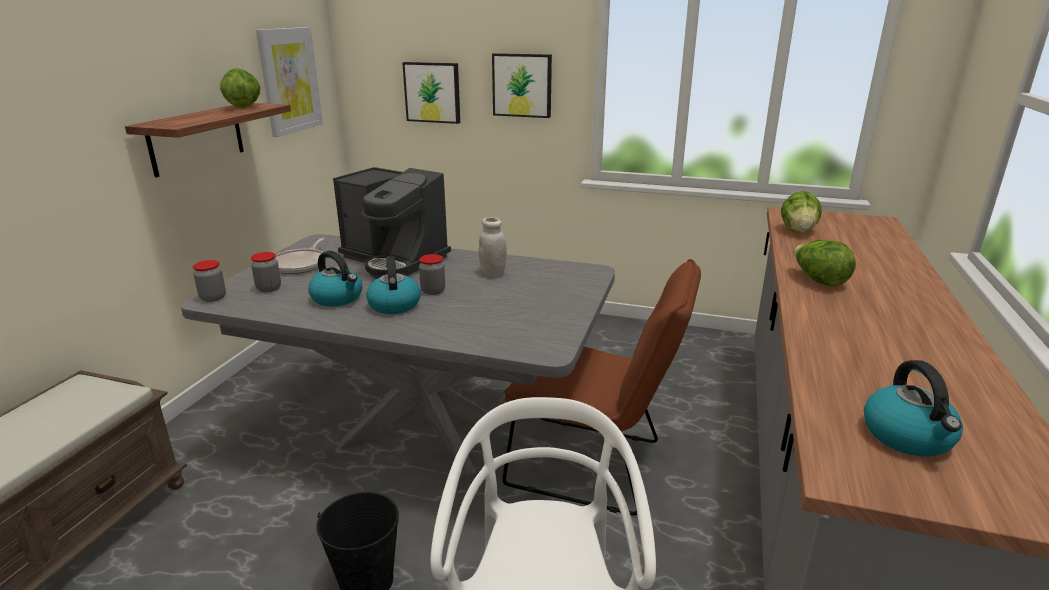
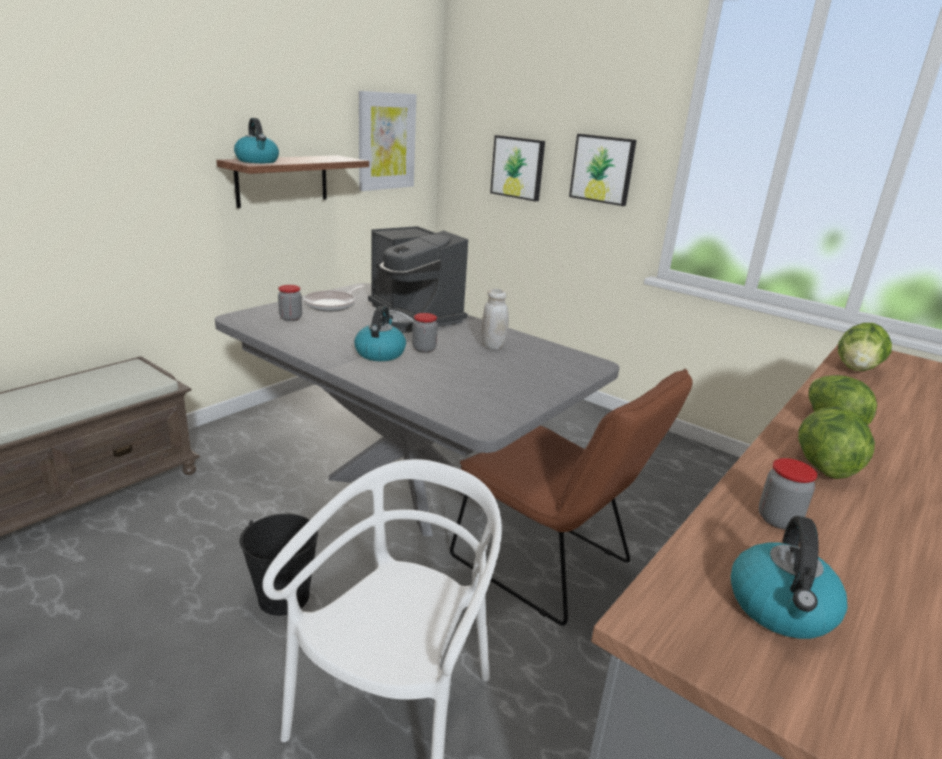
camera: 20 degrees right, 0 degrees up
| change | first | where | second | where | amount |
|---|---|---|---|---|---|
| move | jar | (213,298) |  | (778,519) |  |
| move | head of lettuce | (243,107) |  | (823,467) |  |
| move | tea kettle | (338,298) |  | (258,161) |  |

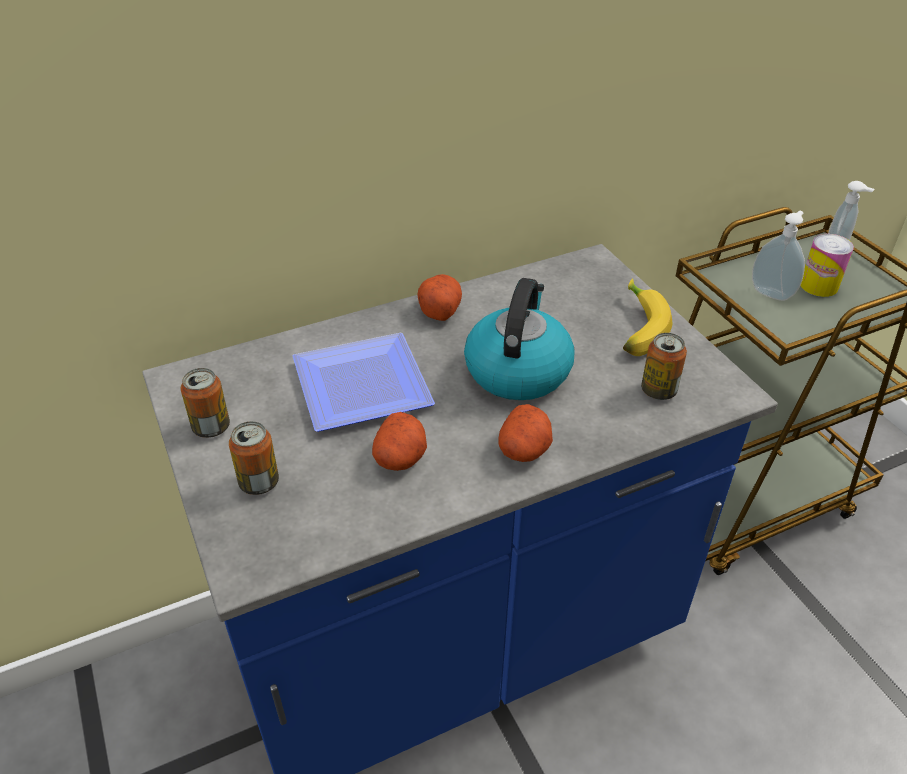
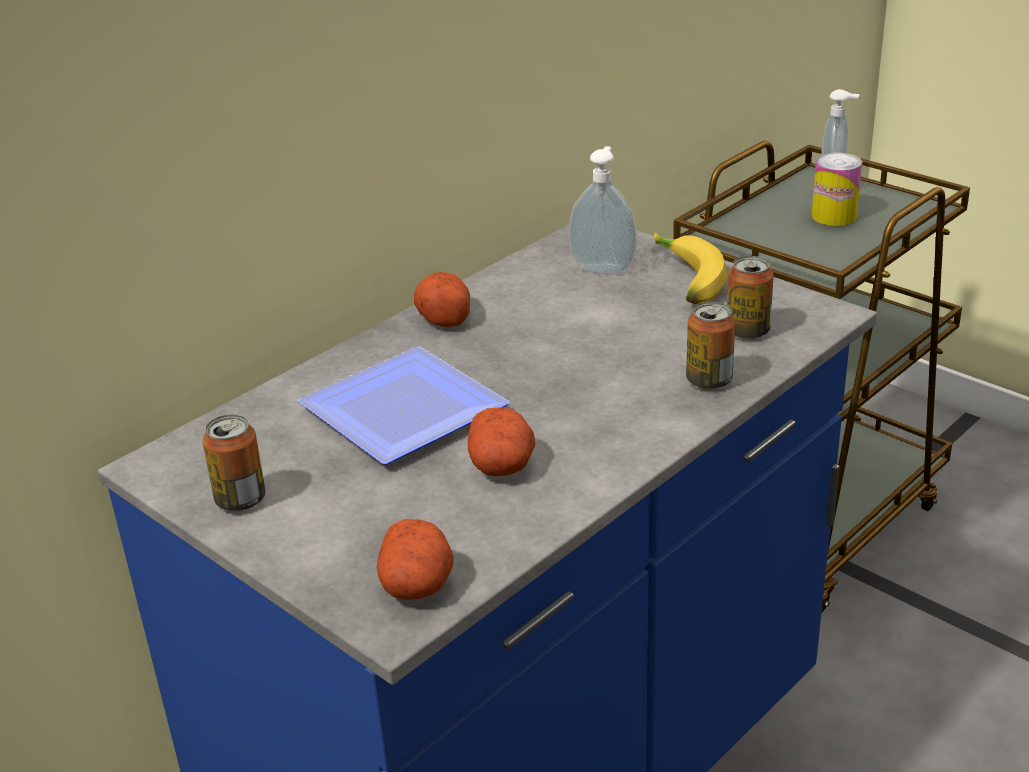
camera: 20 degrees left, 10 degrees down
| change | first | where | second | where | amount |
|---|---|---|---|---|---|
| move | sealed can | (259,482) |  | (709,380) |  |
| delete | tea kettle | (517,370) |  |  |  |
| move | whole potato | (524,449) |  | (417,584) |  |
| move | liquid soap bottle | (771,293) |  | (603,268) |  |

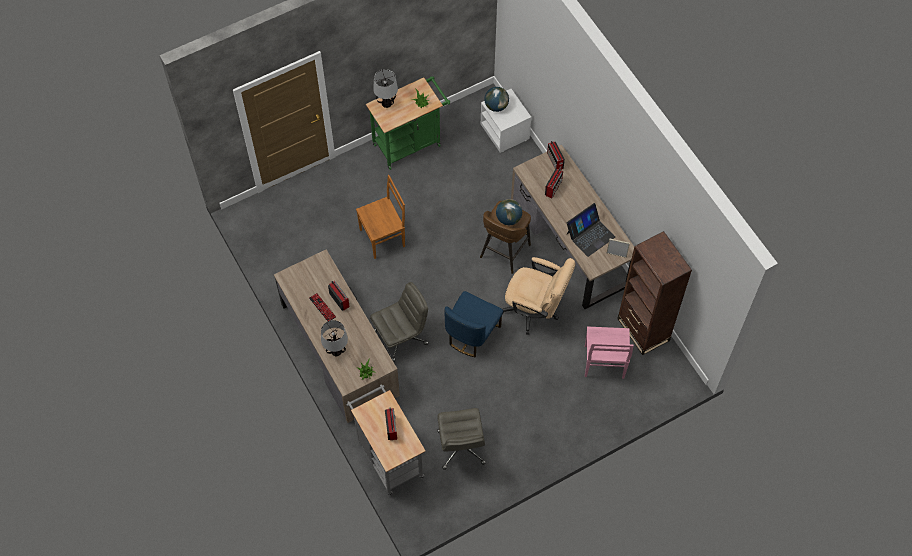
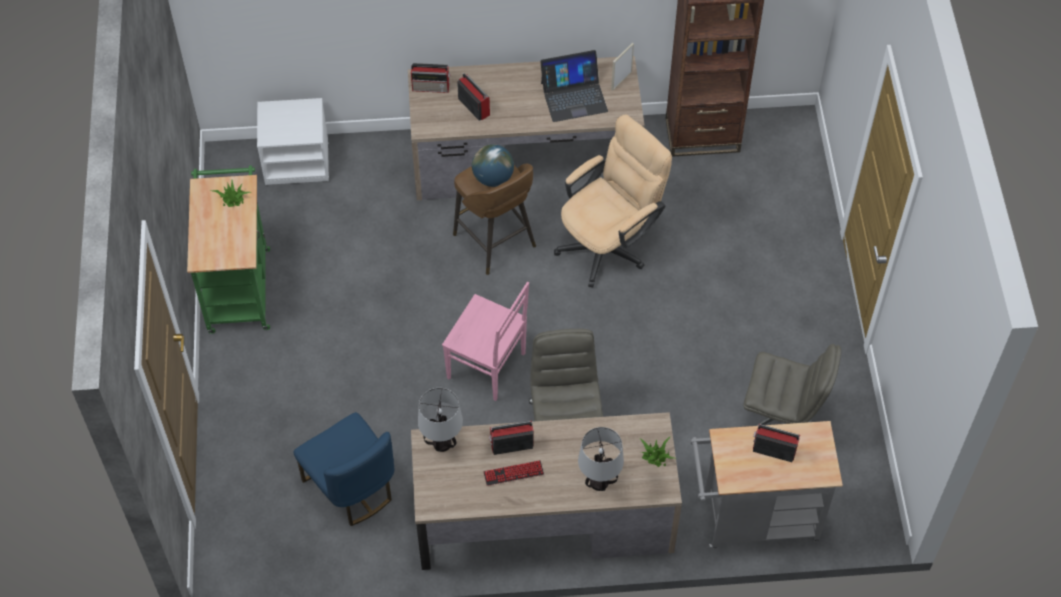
camera: 65 degrees left, 5 degrees down
| change | first | where | second | where | amount |
|---|---|---|---|---|---|
| delete | brown-coloured upright chair | (383,237) |  |  |  |
| move | tabletop lamp | (386,103) |  | (441,443) |  |
| move | blue-coloured upright chair | (472,334) |  | (351,487) |  |
| delete | world globe | (496,106) |  |  |  |
| rotate | notebook computer | (590,235) |  | (574,96) | 90 degrees clockwise |
| move | pink upright chair | (604,363) |  | (488,367) |  |

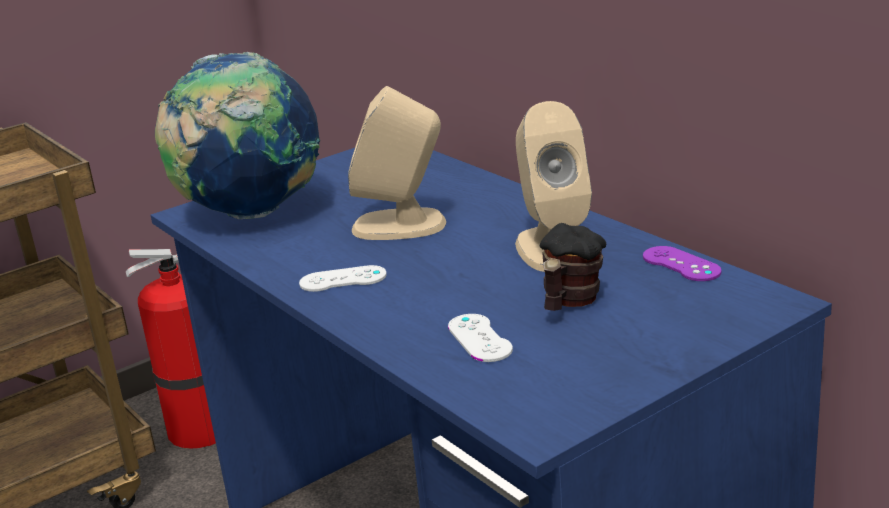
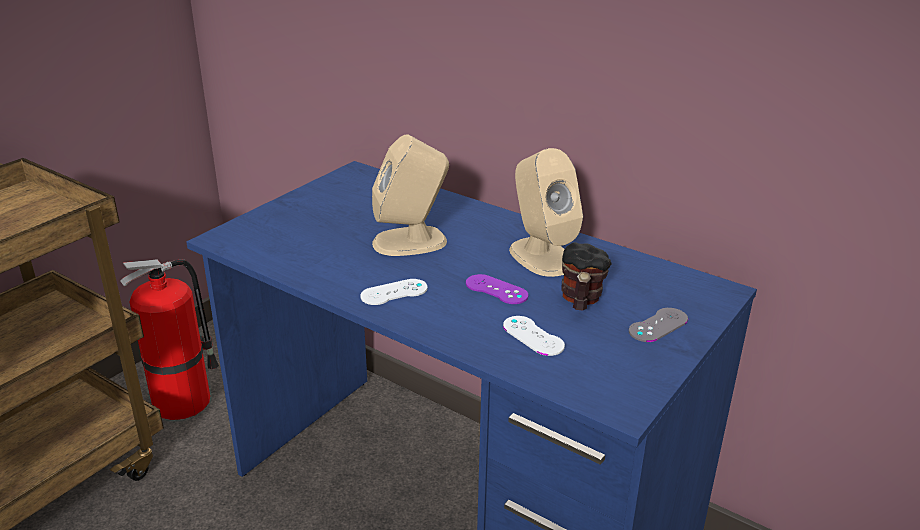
camera: 20 degrees left, 5 degrees up
| change | first | where | second | where | amount |
|---|---|---|---|---|---|
| delete | world globe | (250,214) |  |  |  |
| move | purple joypad | (681,264) |  | (496,290) |  |
| insert |  |  | gray joypad | (658,325) |  |

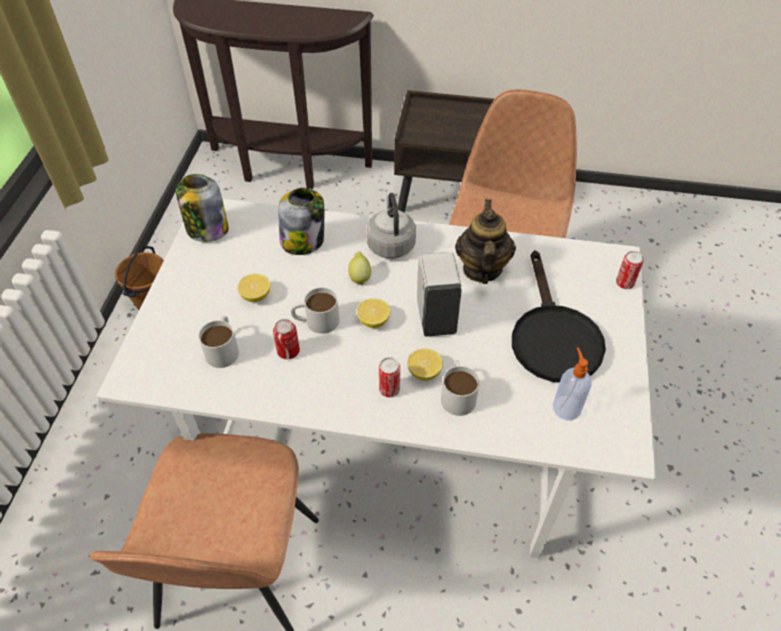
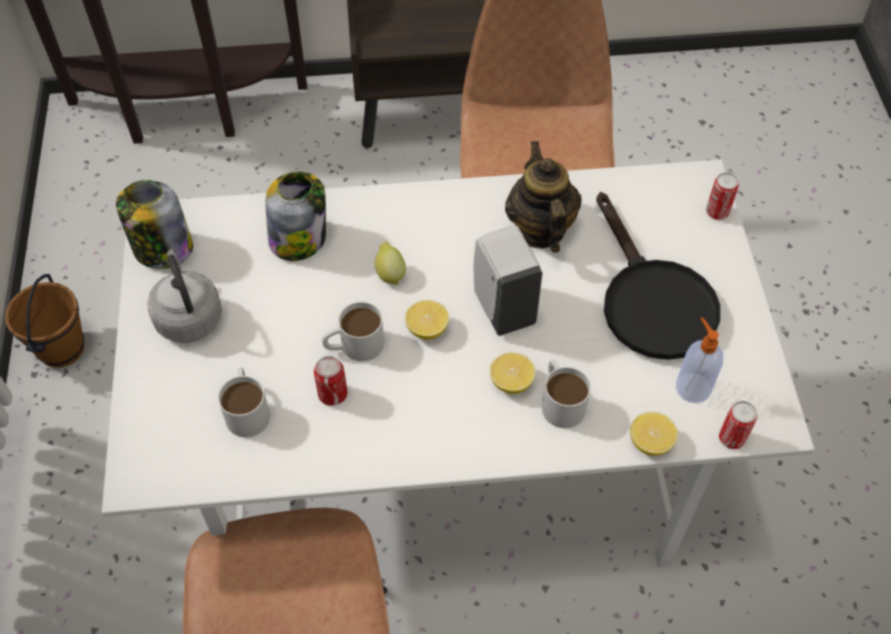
camera: 15 degrees left, 5 degrees up
| change | first | where | second | where | amount |
|---|---|---|---|---|---|
| move | whole lemon | (256,296) |  | (650,442) |  |
| move | gray tea kettle | (390,243) |  | (188,316) |  |
| move | sealed can | (389,389) |  | (731,438) |  |

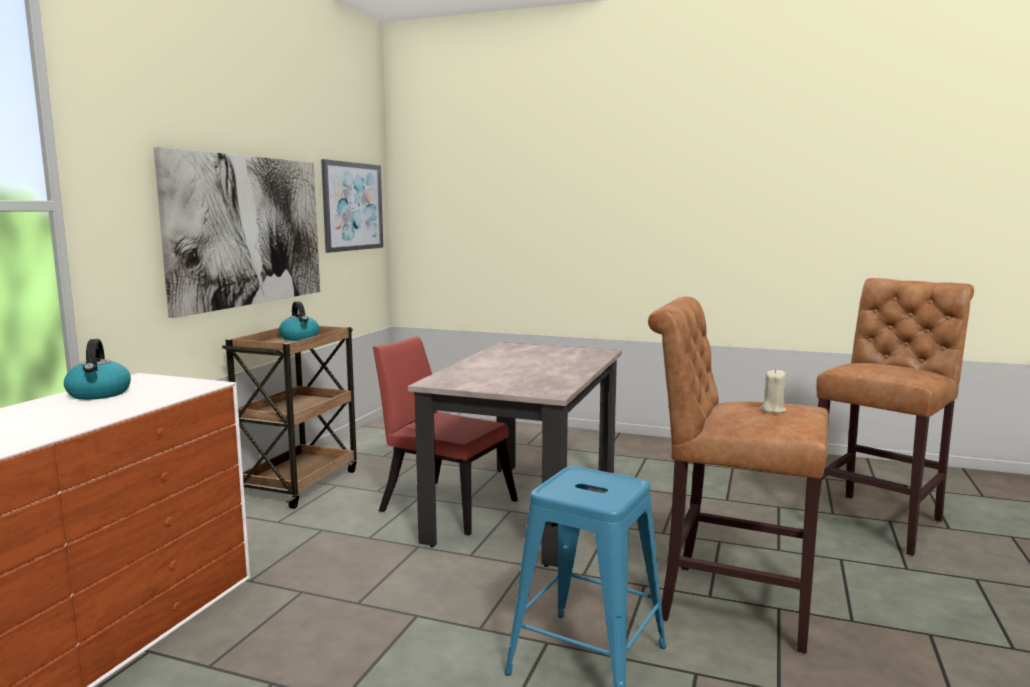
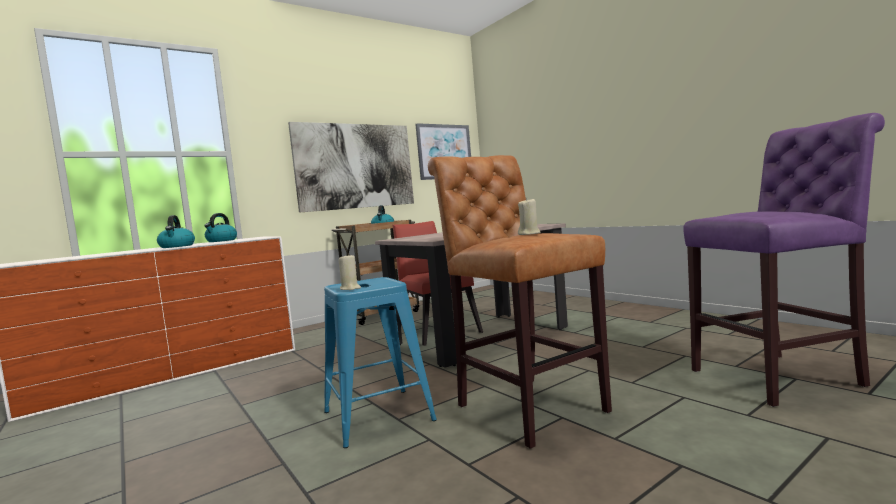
camera: 35 degrees right, 5 degrees down
| change | first | where | second | where | amount |
|---|---|---|---|---|---|
| recolor | brown-coloured stool | (879,521) | purple stool | (782,377) |  |
| insert |  |  | tea kettle | (177,246) |  |
| insert |  |  | beige-coloured candle | (350,288) |  |

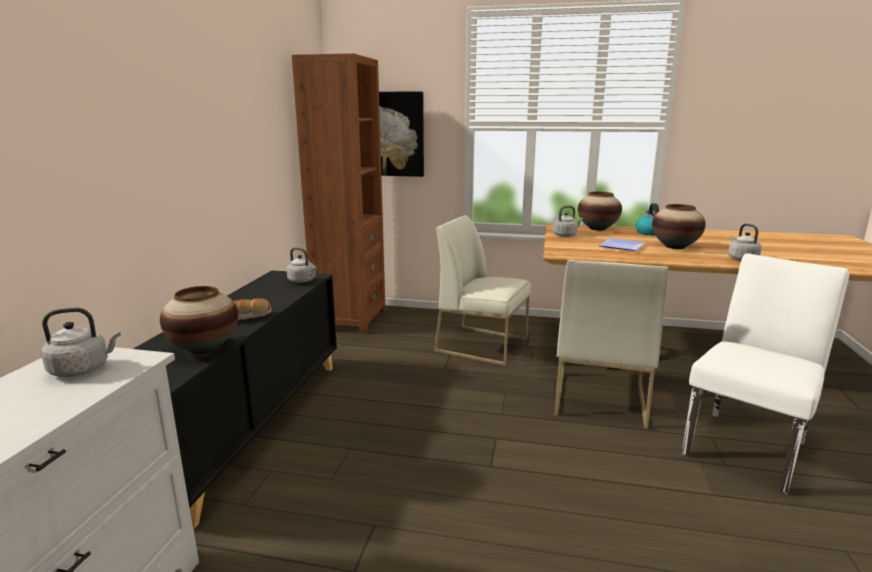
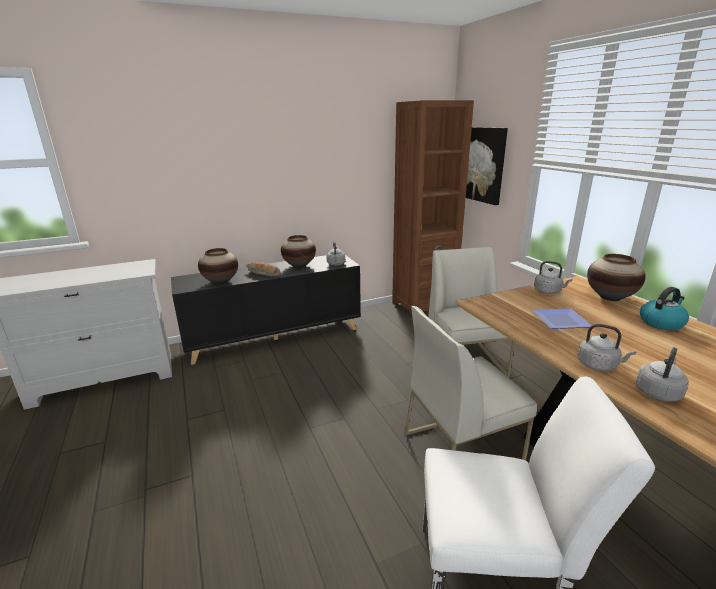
camera: 55 degrees right, 5 degrees up
| change | first | where | second | where | amount |
|---|---|---|---|---|---|
| move | gray tea kettle | (83,369) |  | (599,365) |  |
| move | decorative vase | (674,247) |  | (299,266) |  |

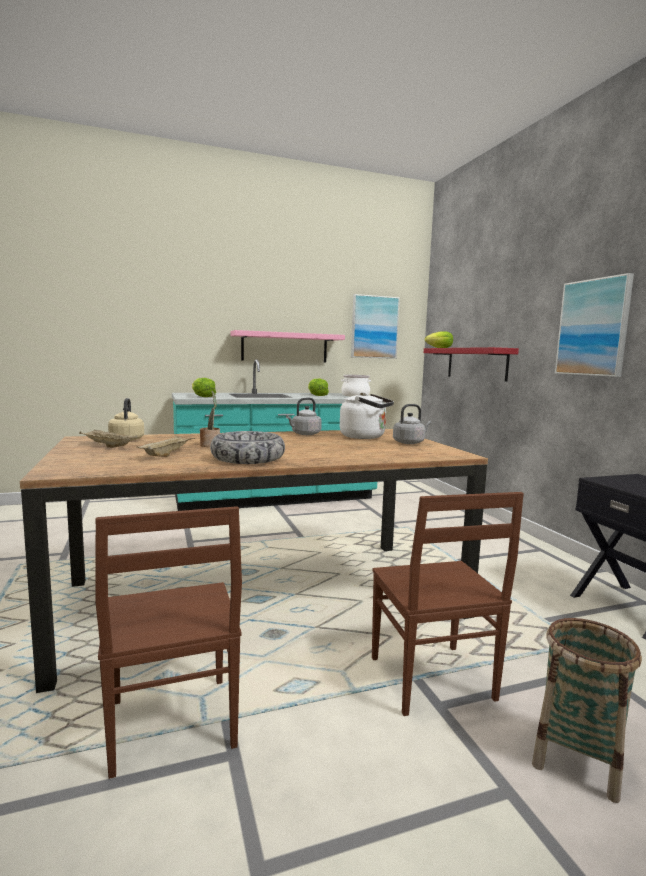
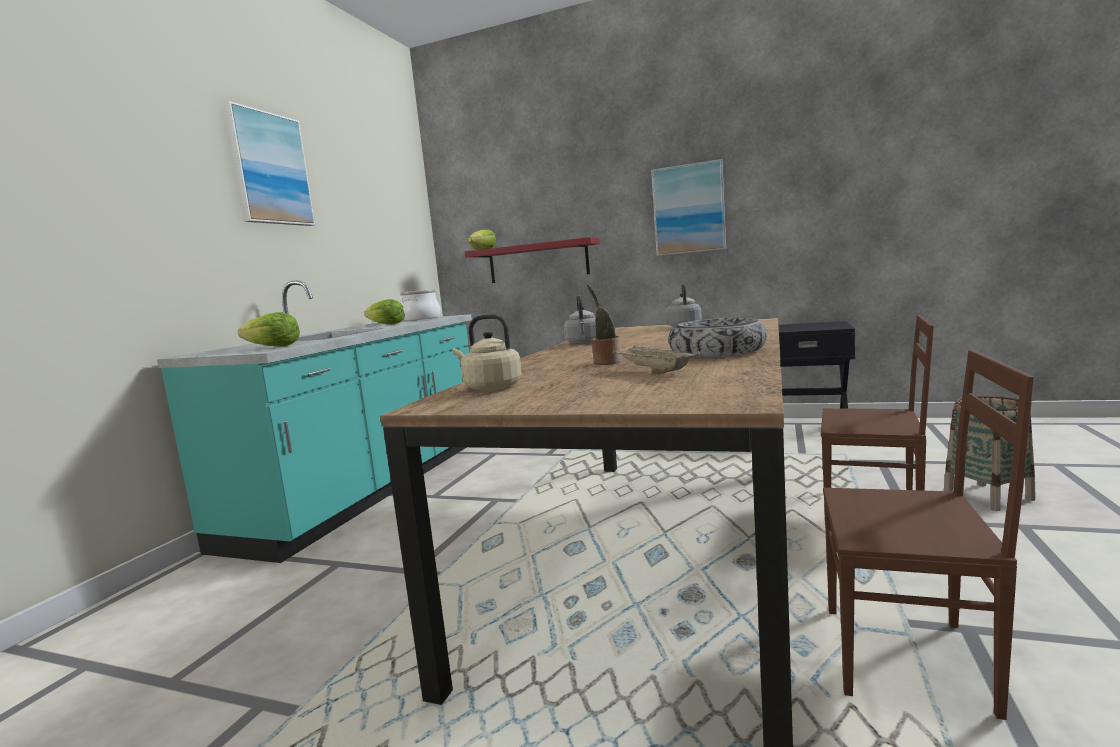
camera: 50 degrees left, 0 degrees up
| change | first | where | second | where | amount |
|---|---|---|---|---|---|
| delete | beige-coloured carrying tray | (107,446) |  |  |  |
| delete | pink wall shelf | (284,347) |  |  |  |
| delete | white tea kettle | (365,437) |  |  |  |
| move | picture | (374,327) |  | (270,169) |  |

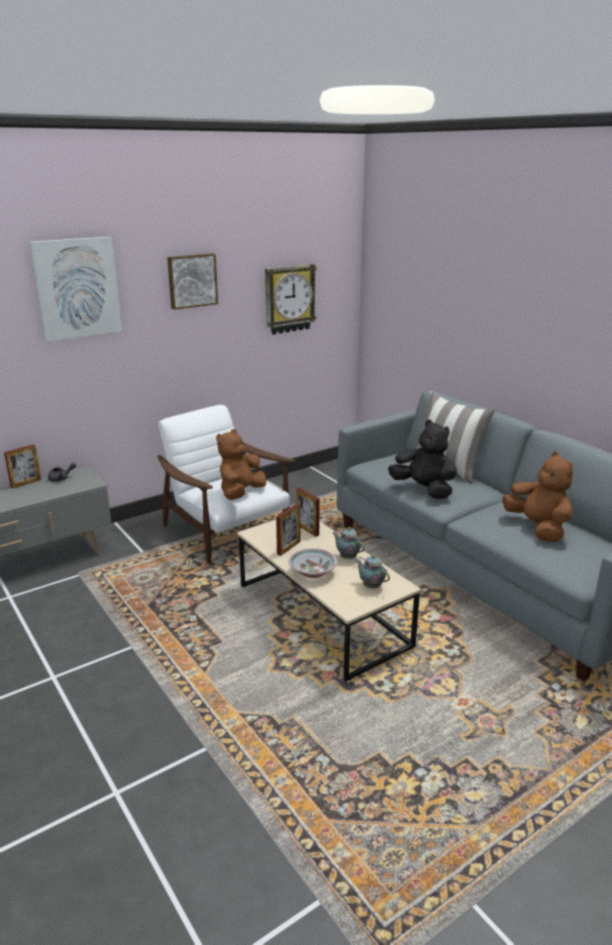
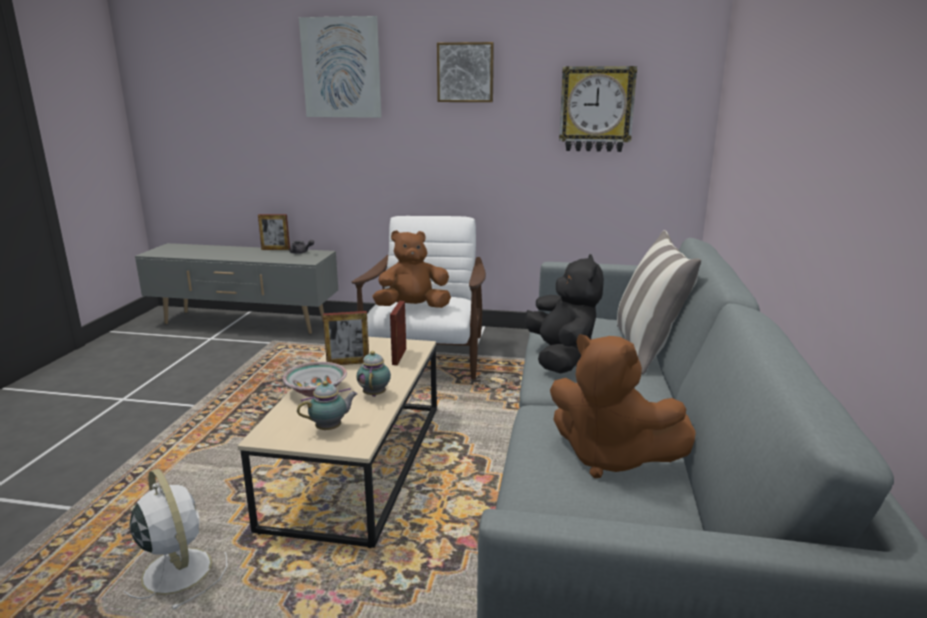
camera: 45 degrees right, 5 degrees down
| change | first | where | second | where | amount |
|---|---|---|---|---|---|
| rotate | pot for tea | (371,586) |  | (330,428) | 60 degrees clockwise |
| rotate | brown-coloured soft toy | (538,528) |  | (610,458) | 105 degrees clockwise |
| insert |  |  | white electric fan | (176,569) |  |

